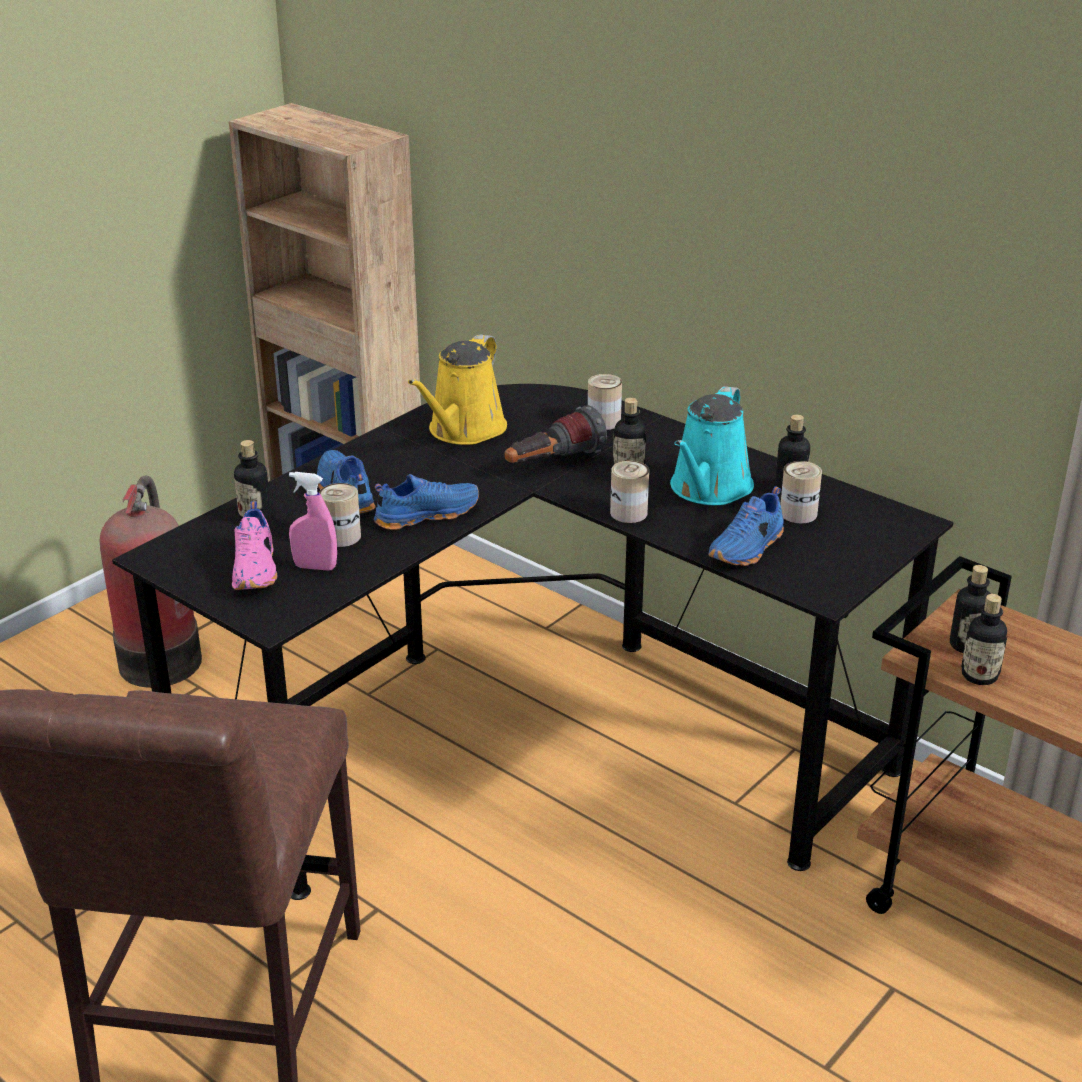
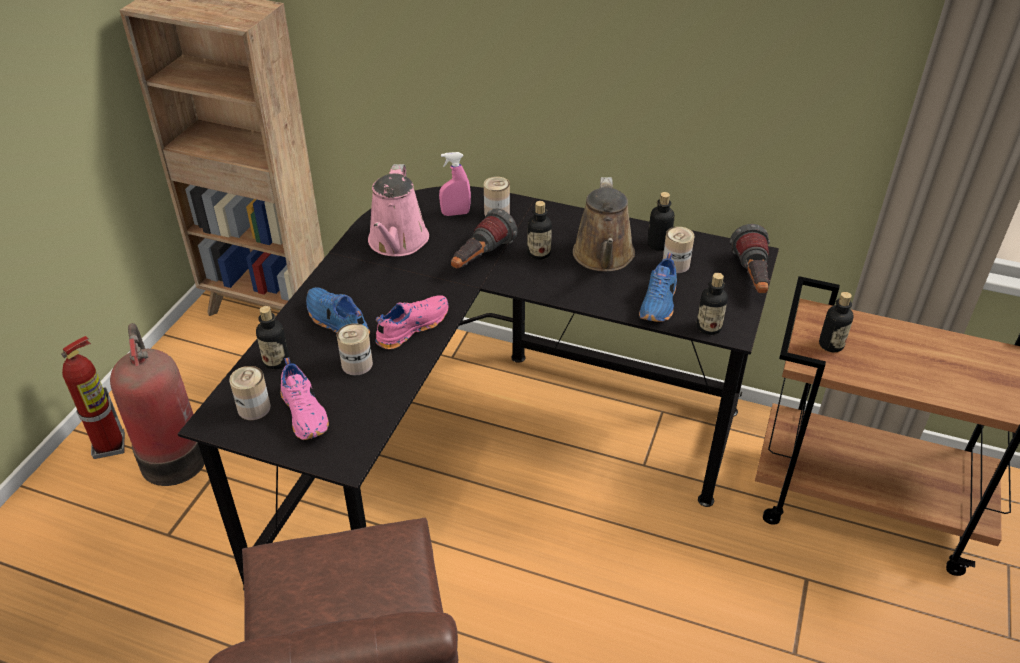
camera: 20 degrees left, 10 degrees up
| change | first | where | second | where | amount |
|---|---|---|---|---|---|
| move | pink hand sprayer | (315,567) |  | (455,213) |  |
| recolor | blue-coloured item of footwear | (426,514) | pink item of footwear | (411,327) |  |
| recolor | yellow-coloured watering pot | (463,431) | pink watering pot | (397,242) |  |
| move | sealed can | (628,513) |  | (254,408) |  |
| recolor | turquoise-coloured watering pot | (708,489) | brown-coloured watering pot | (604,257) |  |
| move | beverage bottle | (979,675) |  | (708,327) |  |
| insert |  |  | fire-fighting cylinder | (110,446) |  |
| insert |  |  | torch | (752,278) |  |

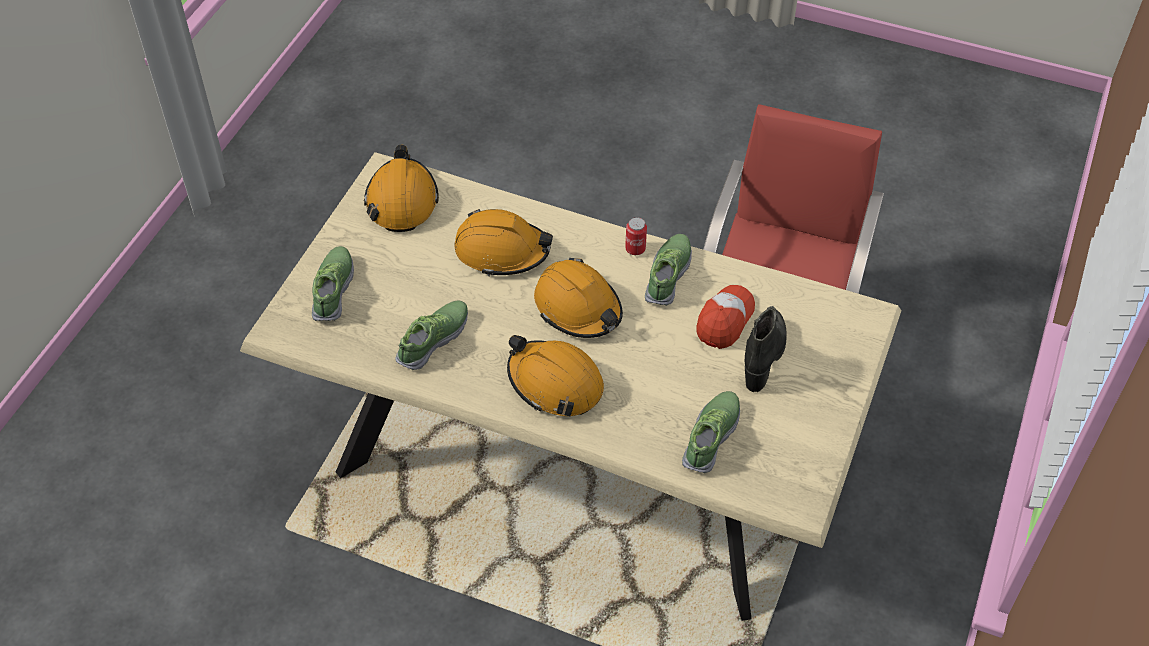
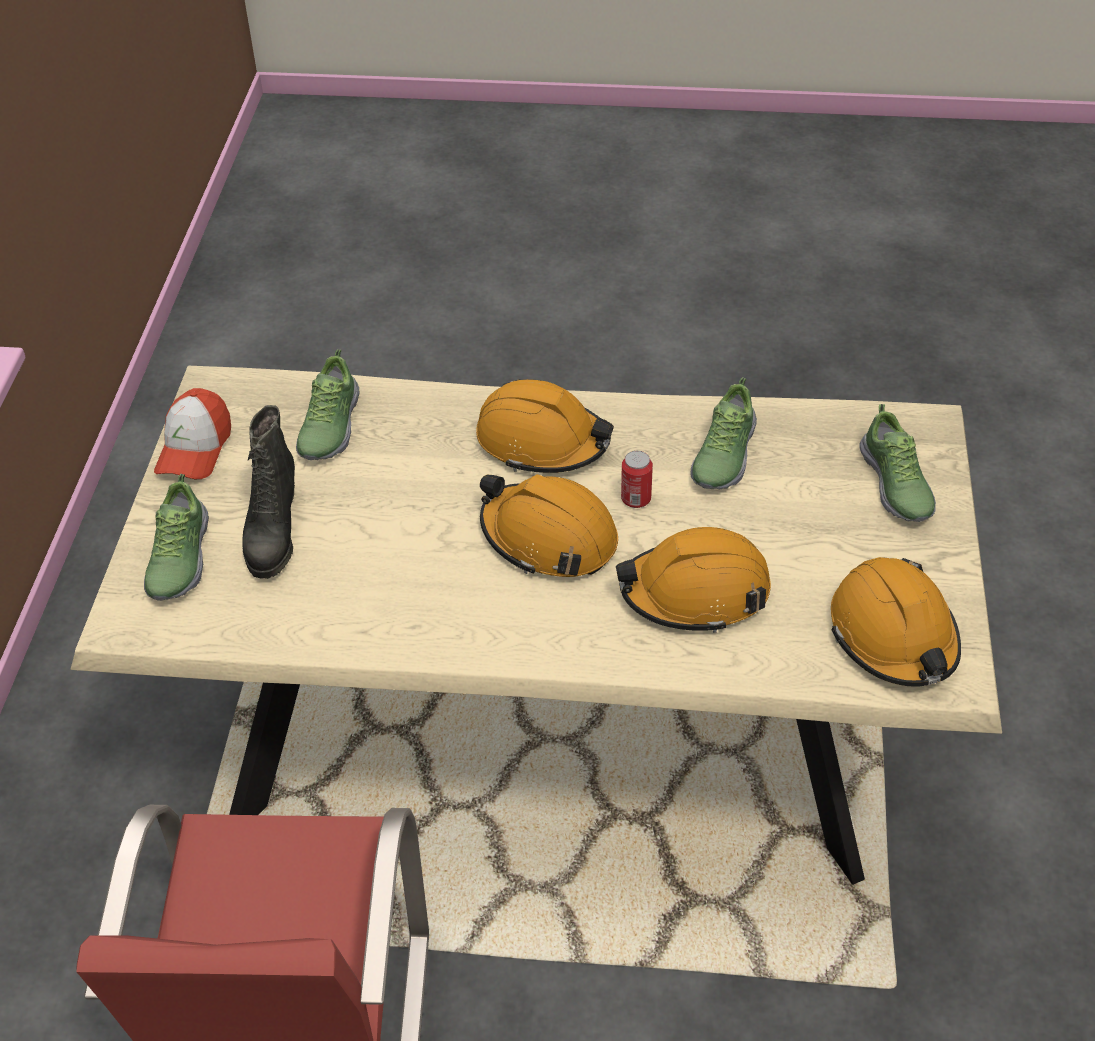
camera: 165 degrees right, 5 degrees down
| change | first | where | second | where | amount |
|---|---|---|---|---|---|
| move | sealed can | (635,249) |  | (636,499) |  |
| move | item of footwear | (668,275) |  | (178,559) |  |
| move | cap | (724,320) |  | (194,448) |  |

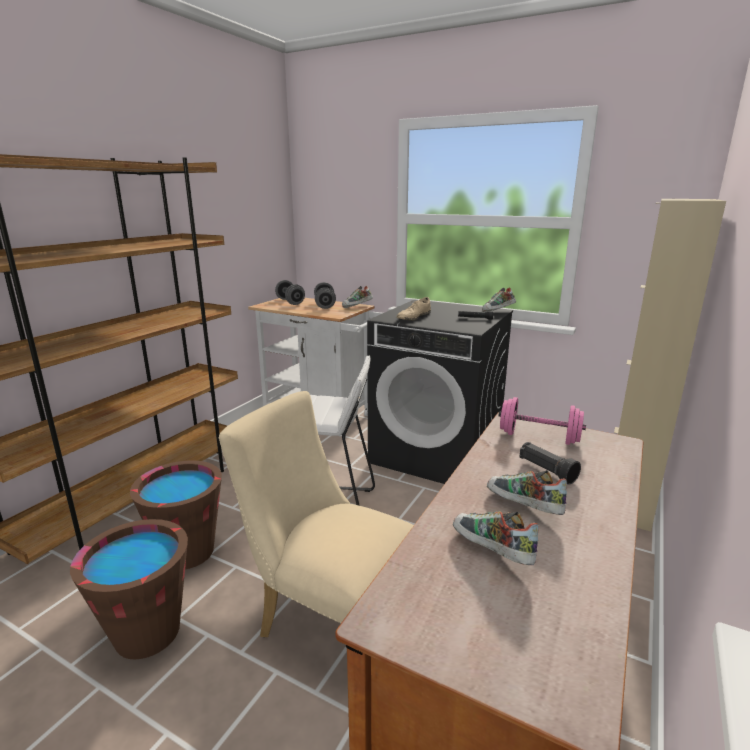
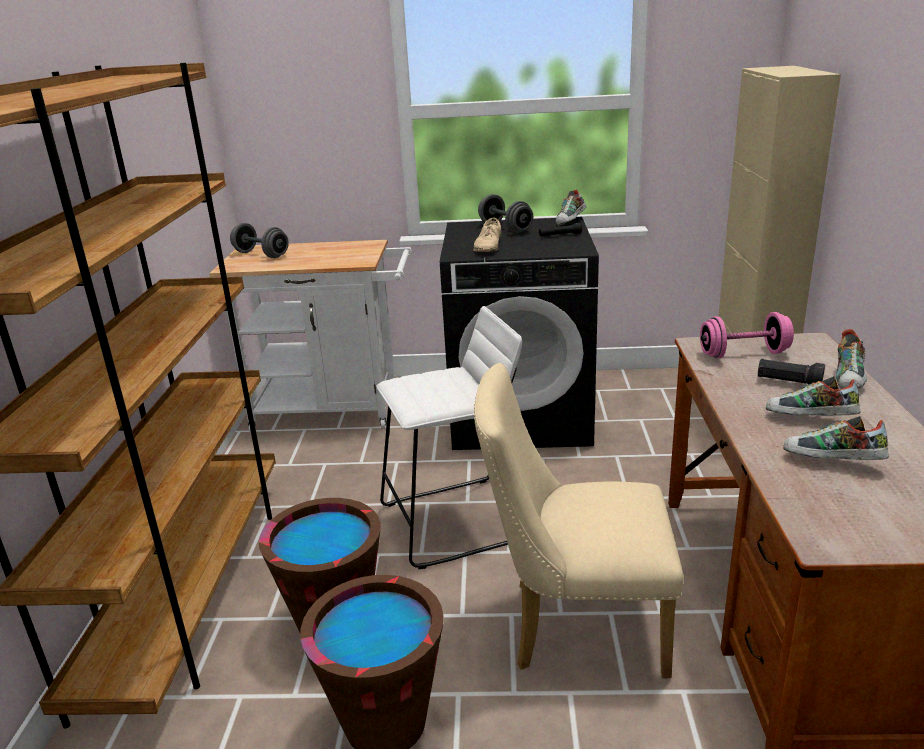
camera: 25 degrees left, 5 degrees up
| change | first | where | second | where | amount |
|---|---|---|---|---|---|
| move | gray free weight | (325,305) |  | (505,228) |  |
| move | item of footwear | (357,307) |  | (850,379) |  |

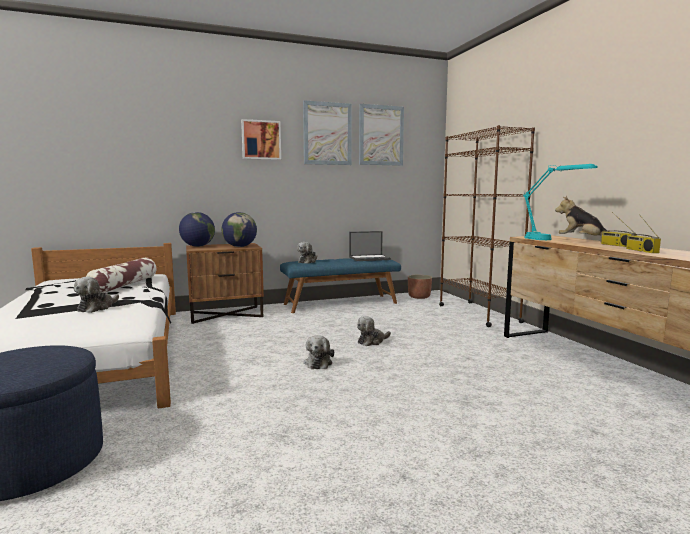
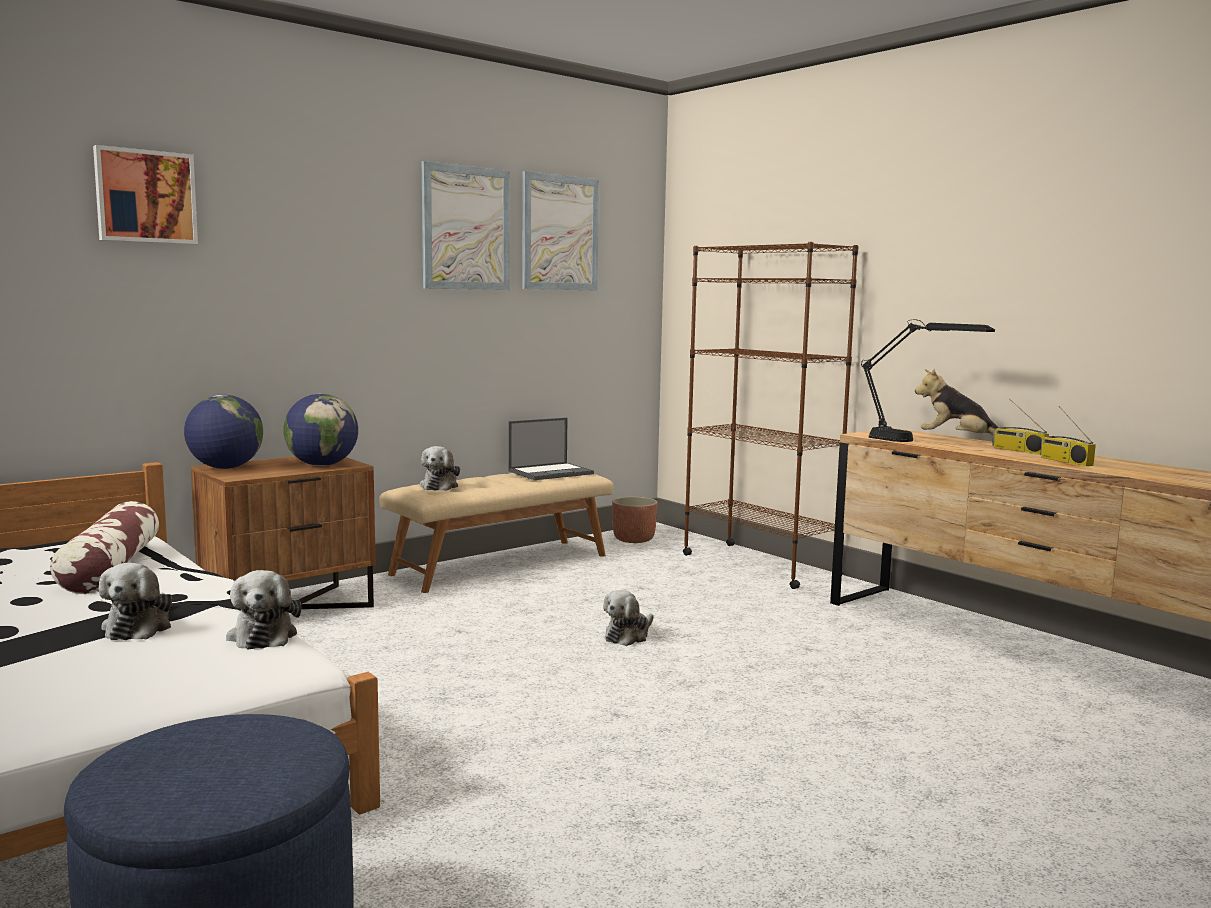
camera: 20 degrees left, 0 degrees up
| change | first | where | second | where | amount |
|---|---|---|---|---|---|
| move | picture | (261,140) |  | (145,197) |  |
| recolor | blue-coloured long seat | (340,303) | beige-coloured long seat | (500,564) |  |
| move | soft toy | (318,363) |  | (263,635) |  |
| recolor | turquoise-coloured tabletop lamp | (551,240) | black-coloured tabletop lamp | (916,442) |  |

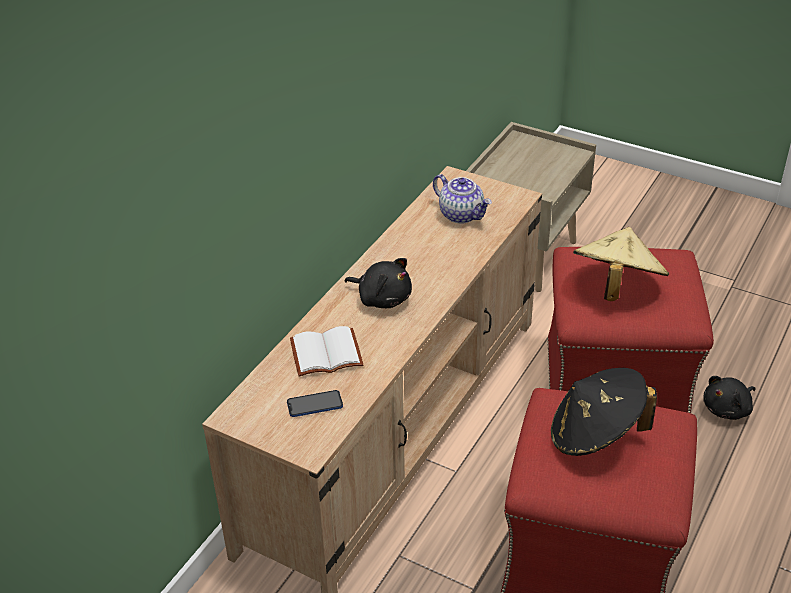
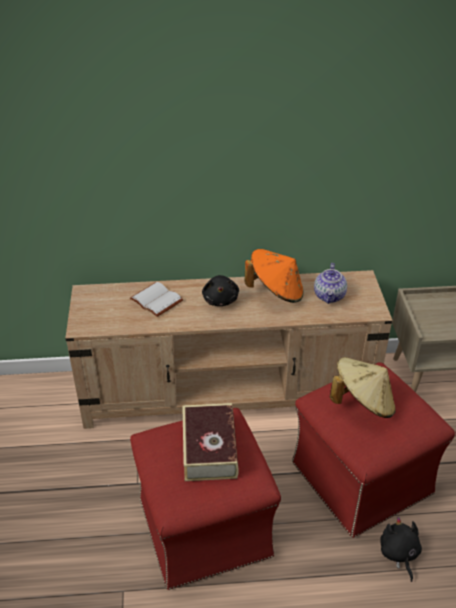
camera: 55 degrees right, 0 degrees up
| change | first | where | second | where | amount |
|---|---|---|---|---|---|
| delete | handset | (314,405) |  |  |  |
| replace | black-coloured hat | (595,435) | bound book | (209,448) |  |
| rotate | black-coloured soft toy | (728,409) |  | (399,553) | 60 degrees clockwise |
| insert |  |  | orange-coloured hat | (276,292) |  |

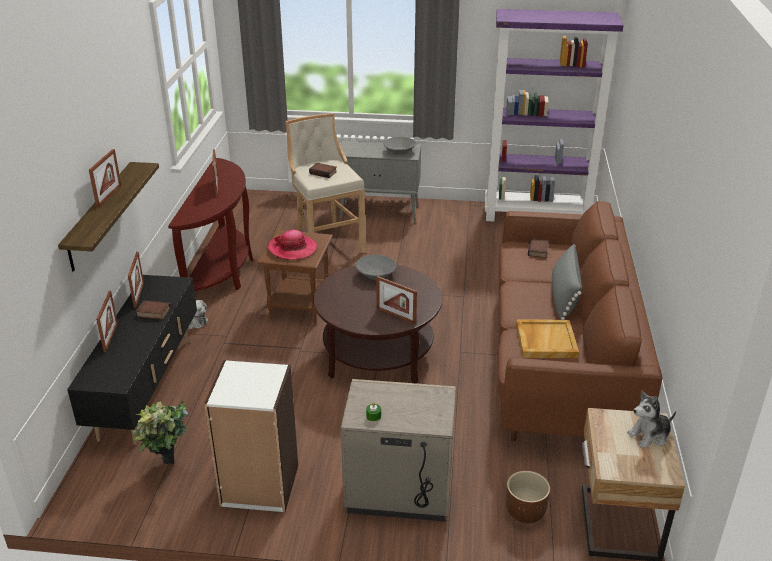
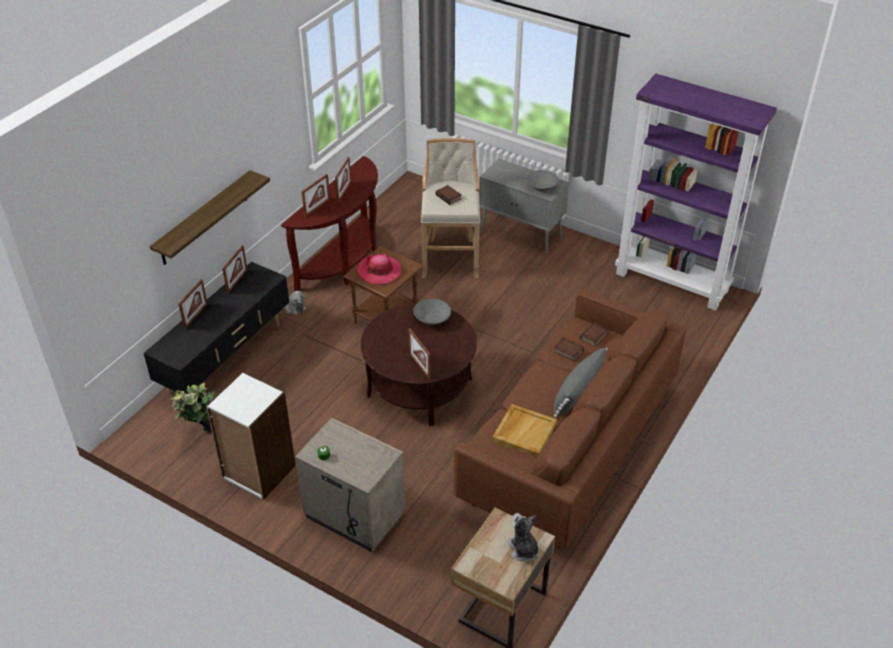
camera: 25 degrees right, 10 degrees up
| change | first | where | second | where | amount |
|---|---|---|---|---|---|
| move | photo frame | (109,196) |  | (317,207) |  |
| move | bound book | (153,313) |  | (567,352) |  |
| delete | brown-coloured plant pot | (525,513) |  |  |  |
| rotate | soft toy | (649,435) |  | (523,549) | 60 degrees clockwise |

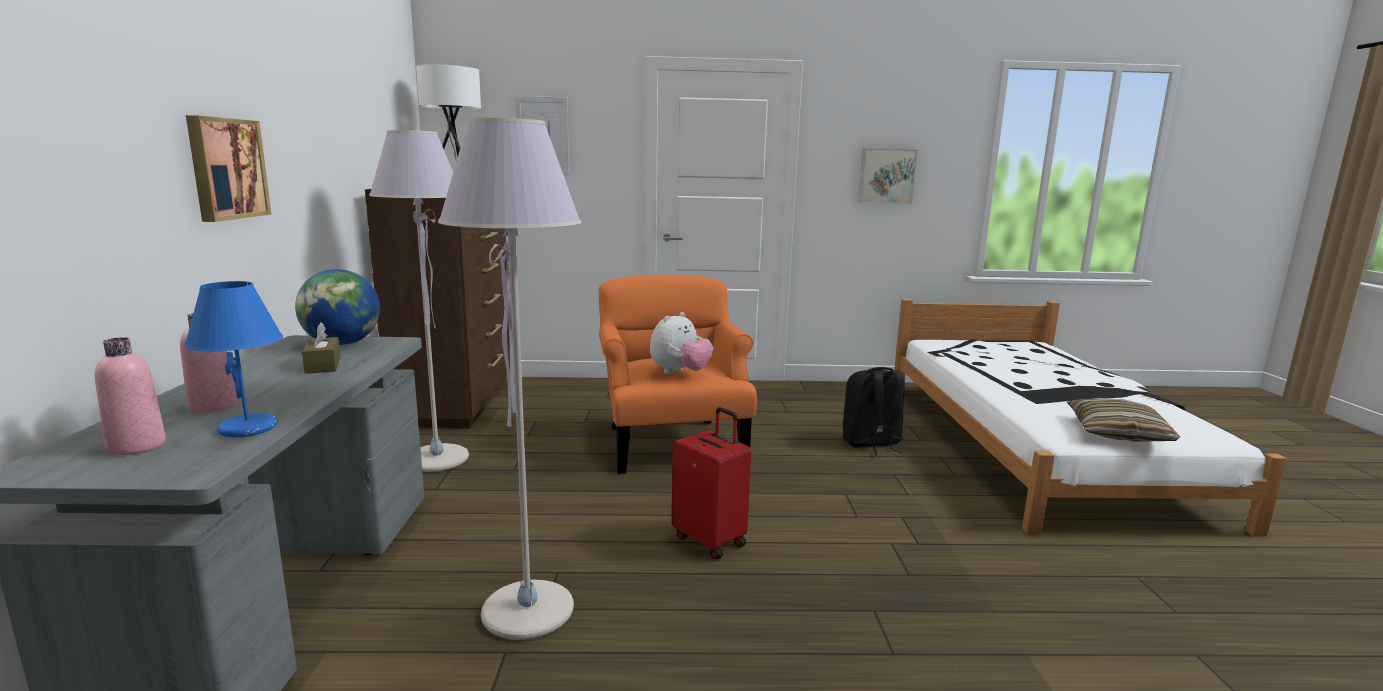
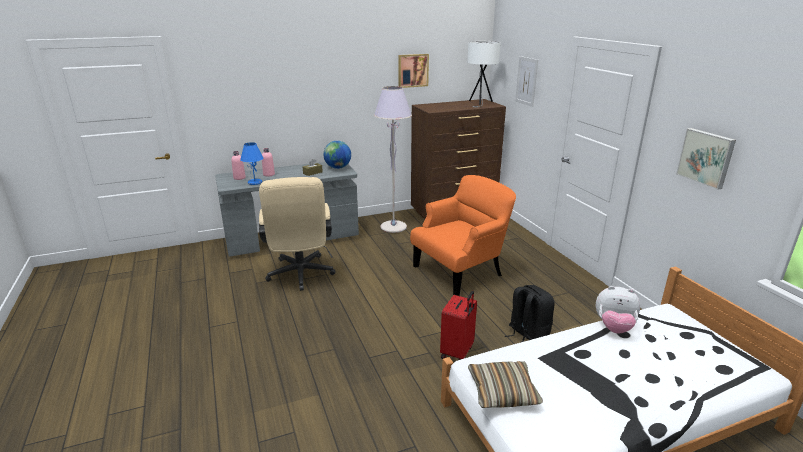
camera: 70 degrees right, 10 degrees up
| change | first | where | second | where | amount |
|---|---|---|---|---|---|
| move | picture | (226,168) |  | (412,70) |  |
| replace | gray floor lamp | (528,612) | beige-coloured computer chair | (300,276) |  |
| move | soft toy | (680,373) |  | (613,327) |  |
| move | reddish suitcase | (710,540) |  | (457,352) |  |

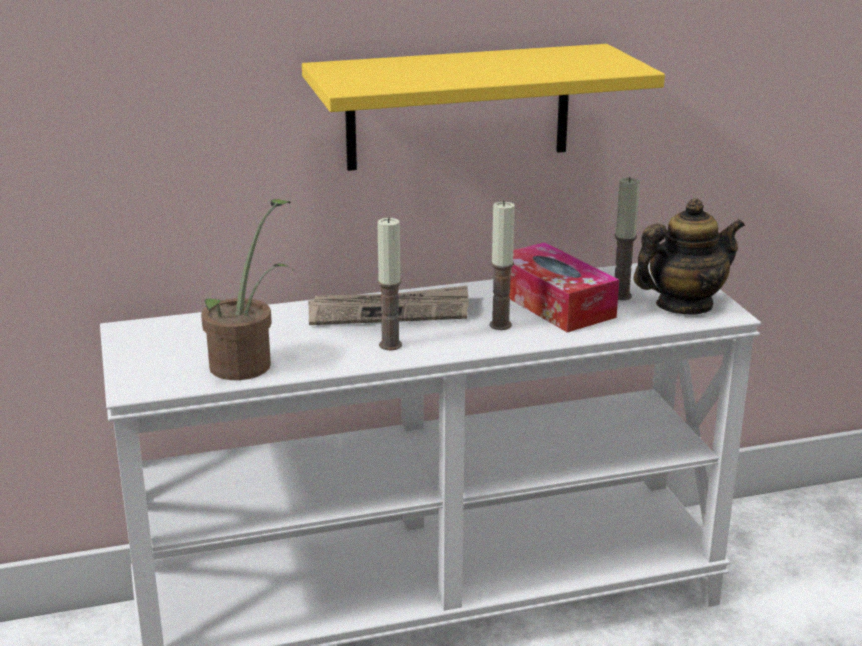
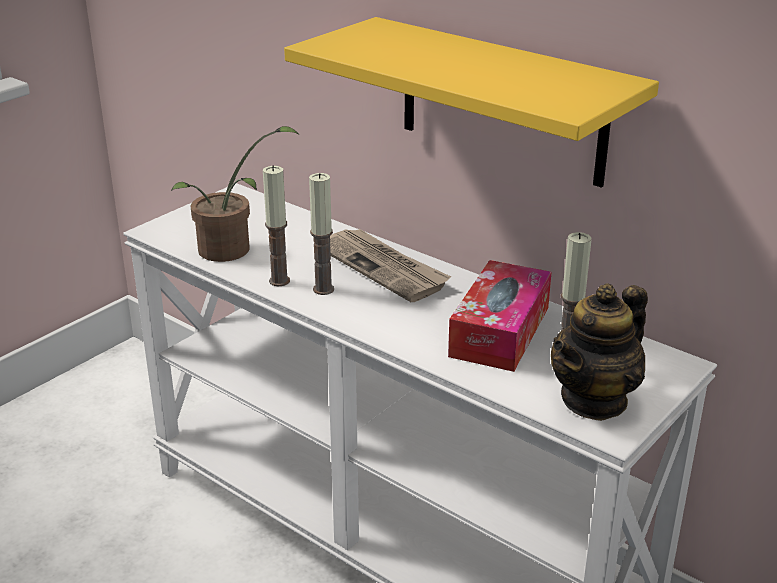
camera: 55 degrees right, 5 degrees up
| change | first | where | second | where | amount |
|---|---|---|---|---|---|
| move | candle | (500,325) |  | (279,281) |  |
| rotate | pot for tea | (683,305) |  | (594,400) | 105 degrees clockwise |

